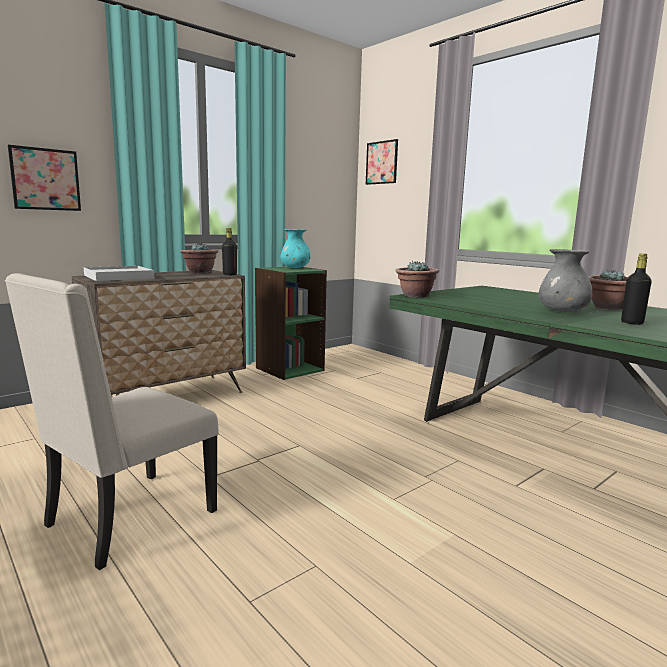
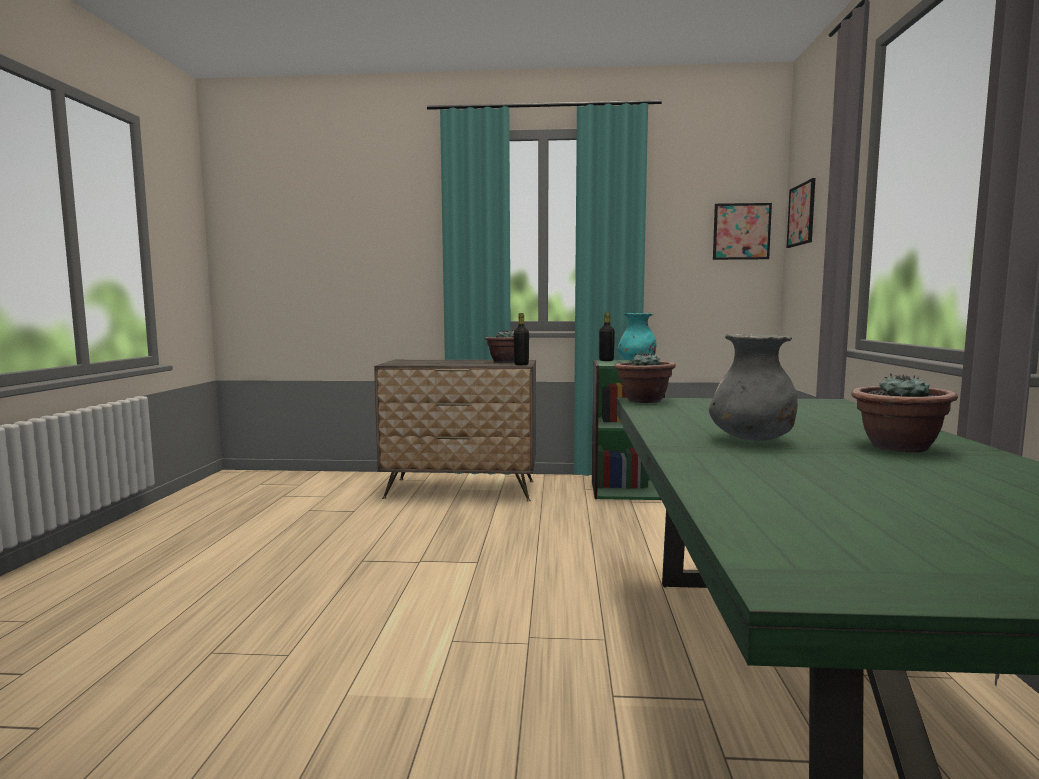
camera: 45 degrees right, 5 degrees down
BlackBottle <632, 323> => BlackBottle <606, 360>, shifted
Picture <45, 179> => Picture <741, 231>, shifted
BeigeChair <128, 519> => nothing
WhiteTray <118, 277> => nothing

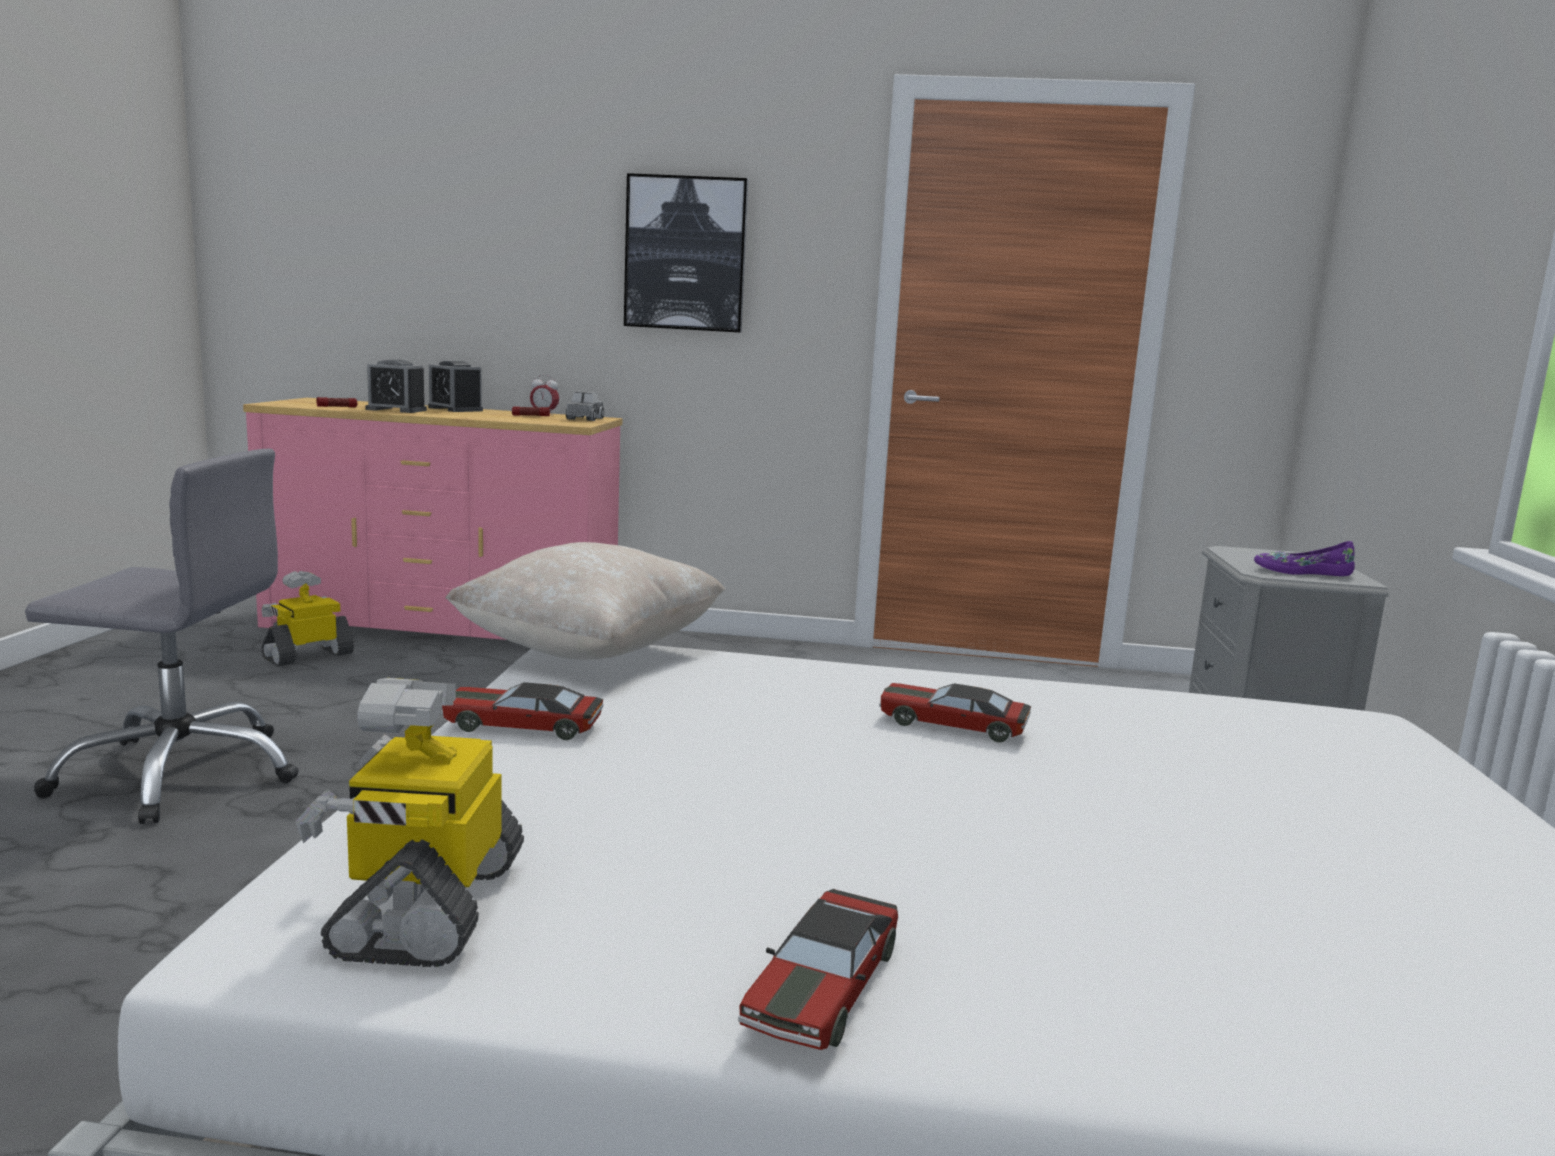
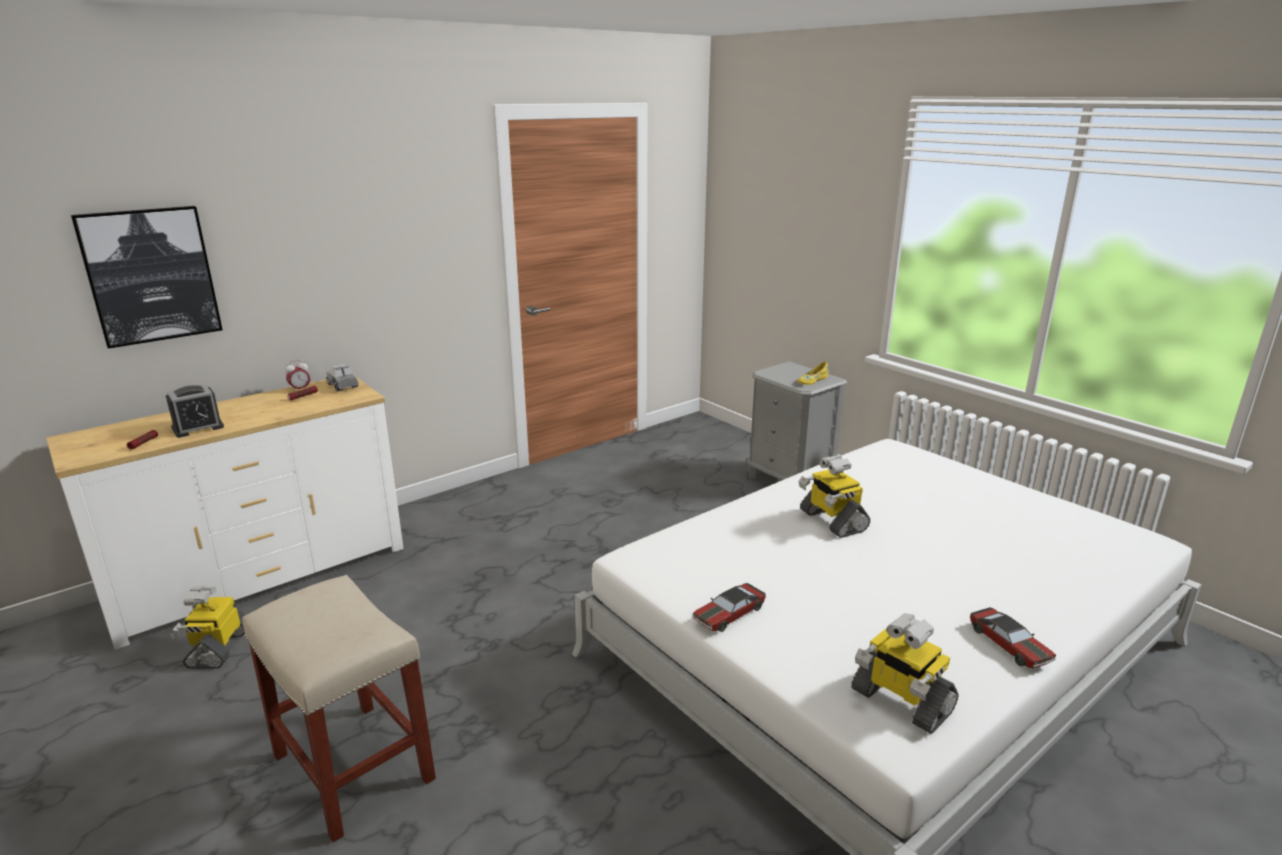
camera: 45 degrees left, 10 degrees up
PinkDresser <443, 628> => WhiteDresser <261, 575>
Picture <686, 254> => Picture <150, 275>, shifted
GreyOfficeChair <180, 773> => BeigeStool <355, 768>
PurpleShoe <1301, 572> => YellowShoe <811, 380>
ToyCar <952, 724> => ToyRobot <831, 520>
AlarmClock <455, 409> => nothing
BeigePillow <590, 651> => nothing

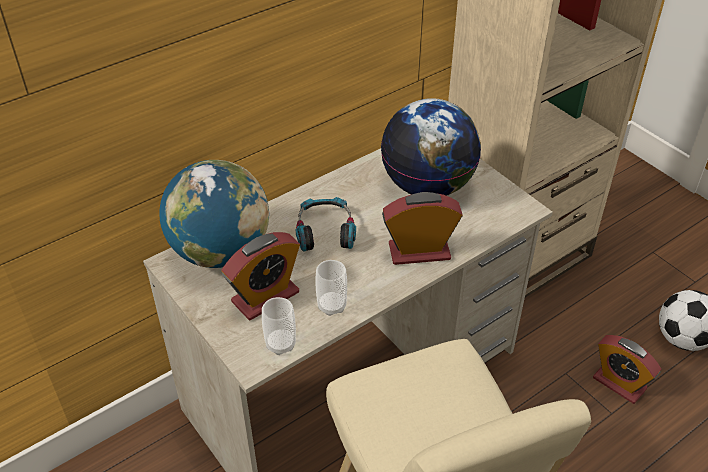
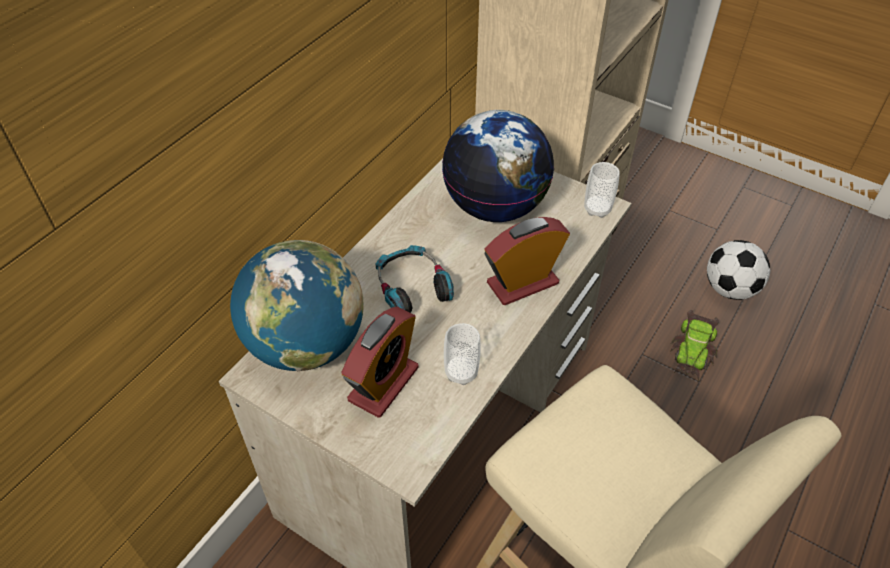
camera: 20 degrees left, 5 degrees up
Cup <280, 344> => Cup <597, 209>, shifted
AlarmClock <619, 383> => ToyCar <693, 349>

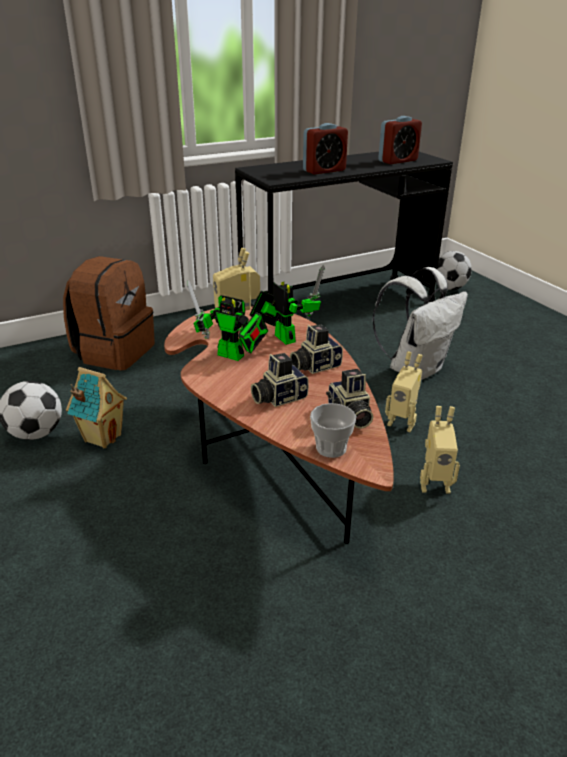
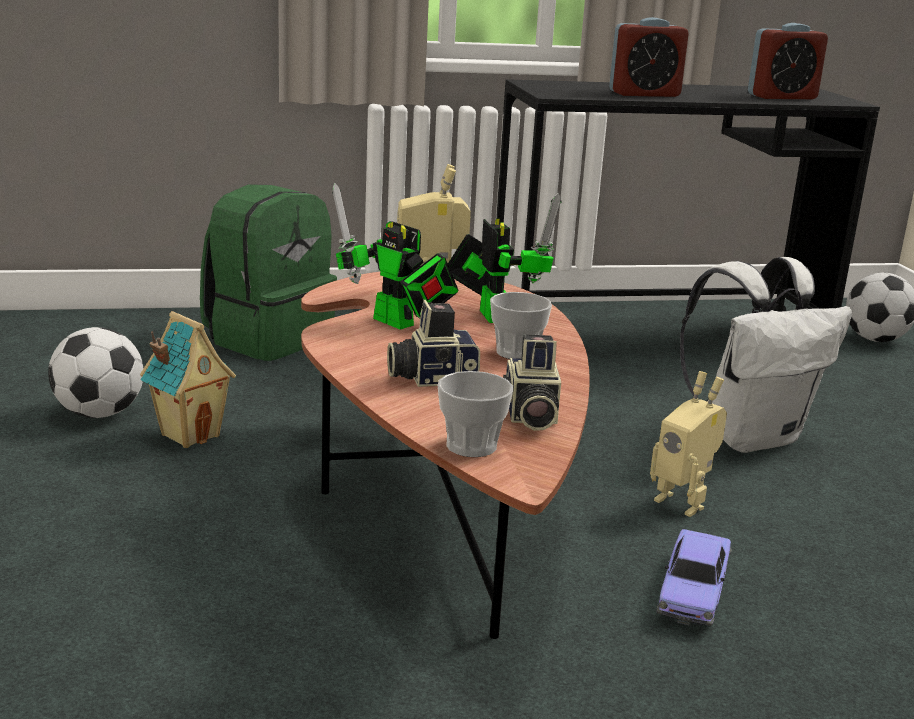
camera: 15 degrees right, 10 degrees down
BrownBackpack <114, 352> => GreenBackpack <268, 338>
PhotoCamera <314, 366> => Cup <516, 352>
ToyRobot <434, 483> => ToyCar <692, 592>

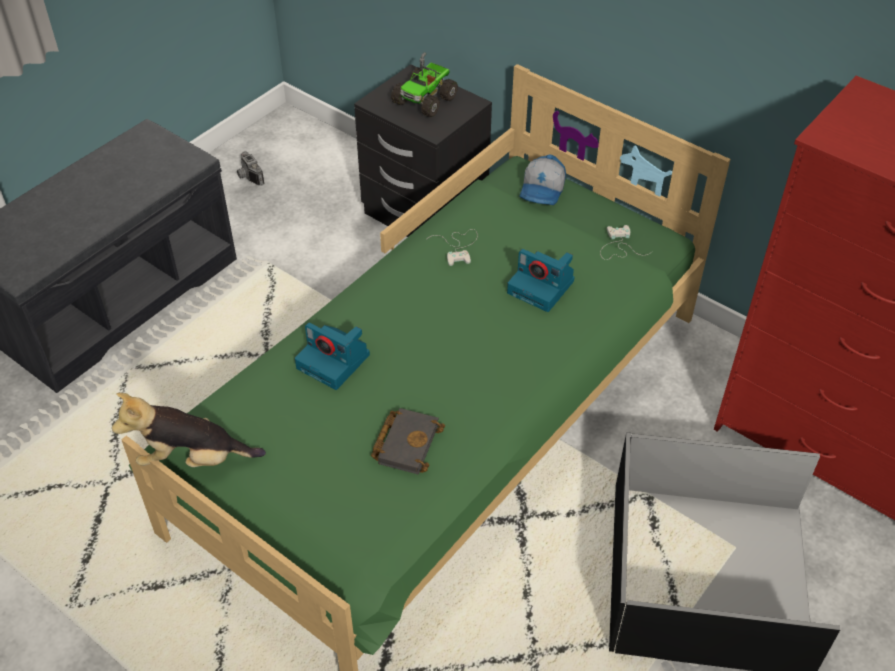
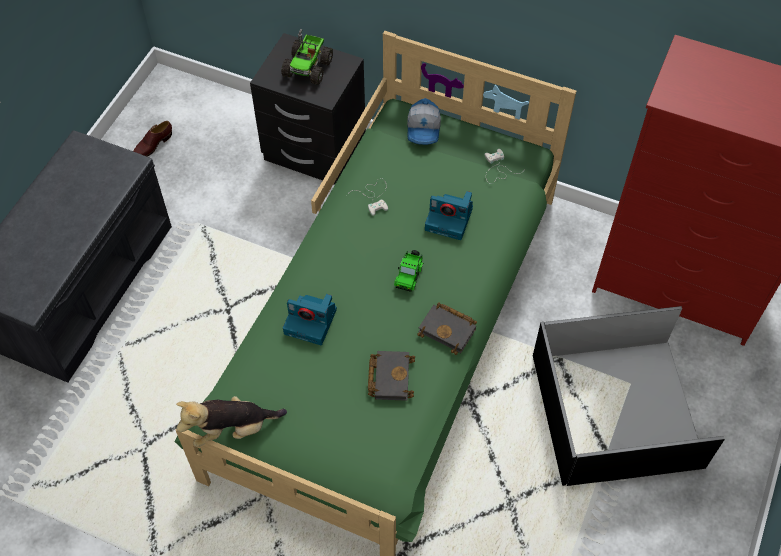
camera: 15 degrees left, 10 degrees up
PhotoCamera <248, 177> => BrownShoe <152, 145>
nothing => ToyCar <409, 275>
nothing => BlackBook <449, 330>

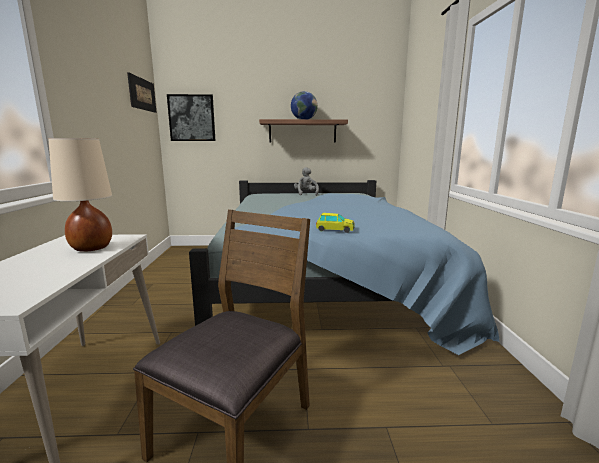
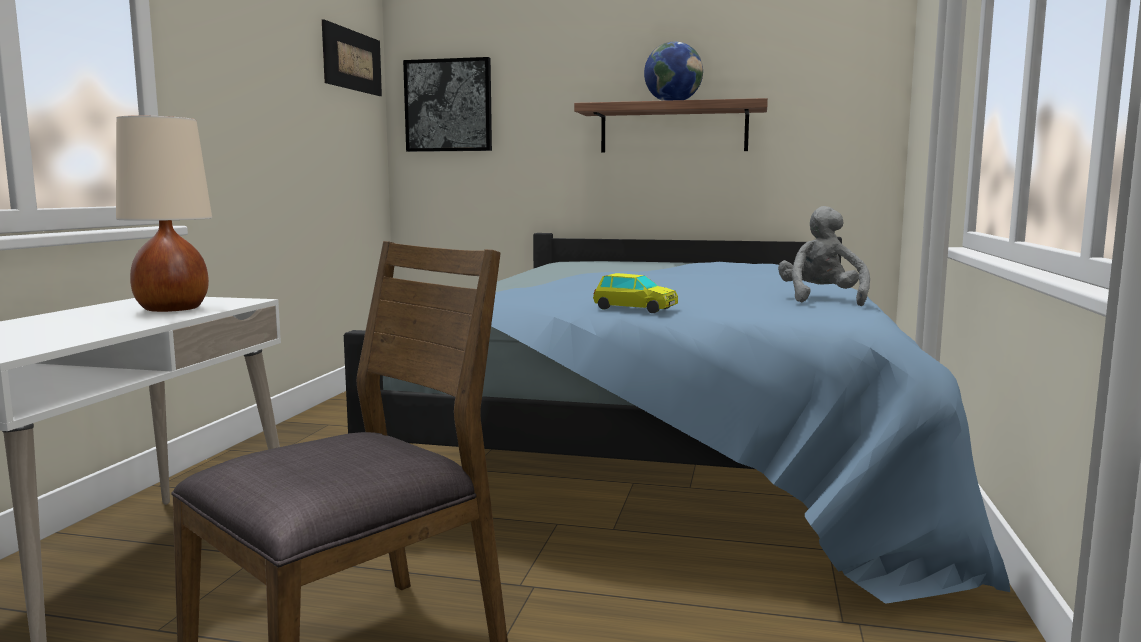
camera: 15 degrees right, 5 degrees down
GreyPlushToy <306, 194> => GreyPlushToy <821, 300>, shifted

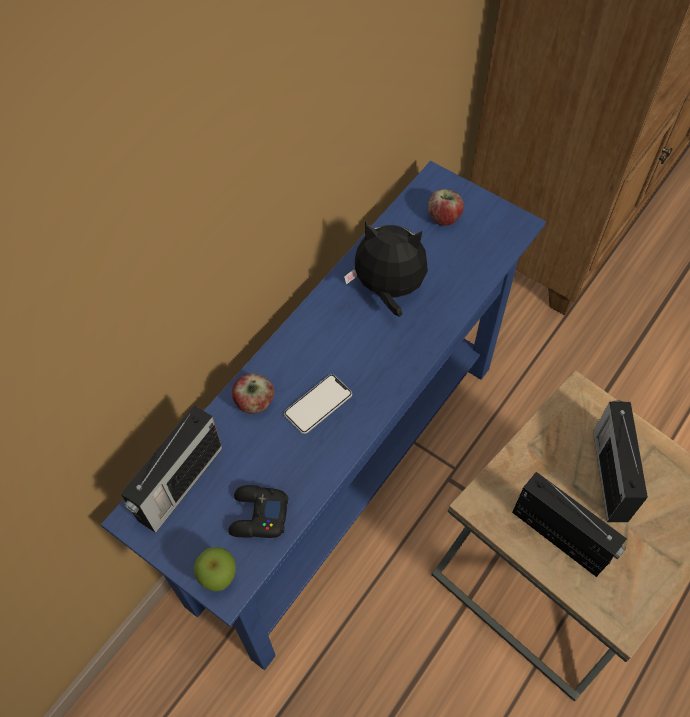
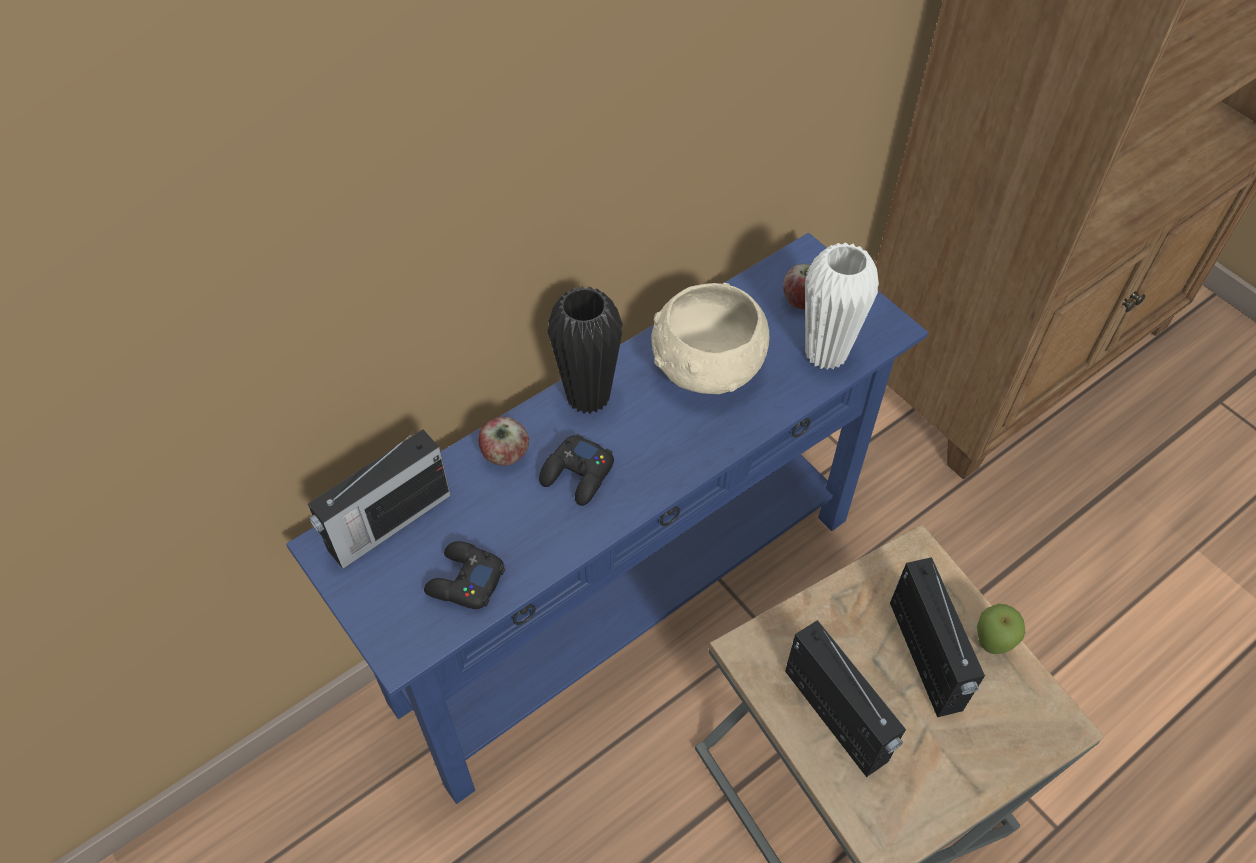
camera: 15 degrees right, 5 degrees down
Phone <318, 404> => BlackGameController <578, 475>
nothing => BlackVase <588, 397>
PlushToy <388, 290> => BeigeBowl <706, 366>
nothing => WhiteVase <826, 354>
Radio <610, 473> => Radio <925, 658>, 150 degrees clockwise
Apple <219, 579> => Apple <990, 644>, shifted

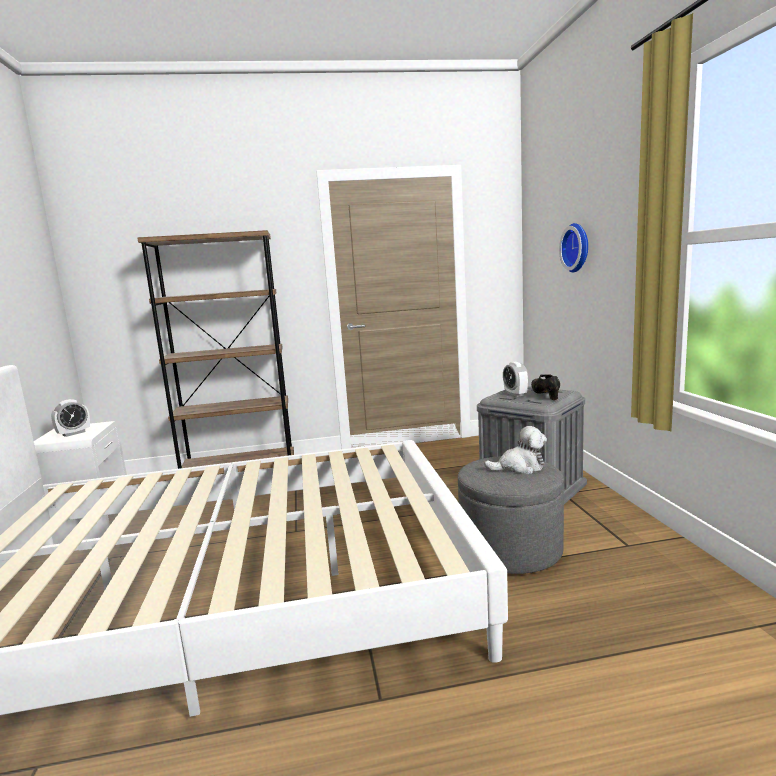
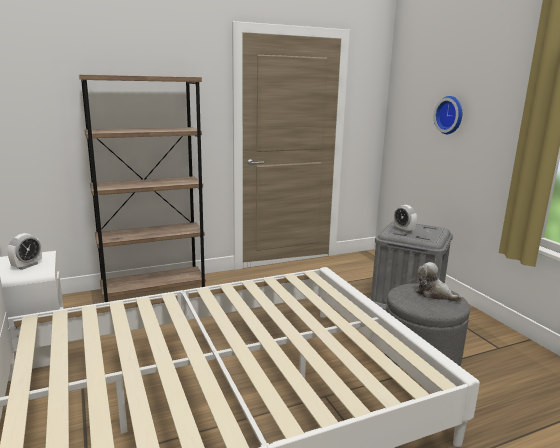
camera: 15 degrees left, 5 degrees up
PlushToy <519, 467> => PlushToy <434, 294>, 120 degrees counterclockwise
BlackShoe <545, 395> => nothing

